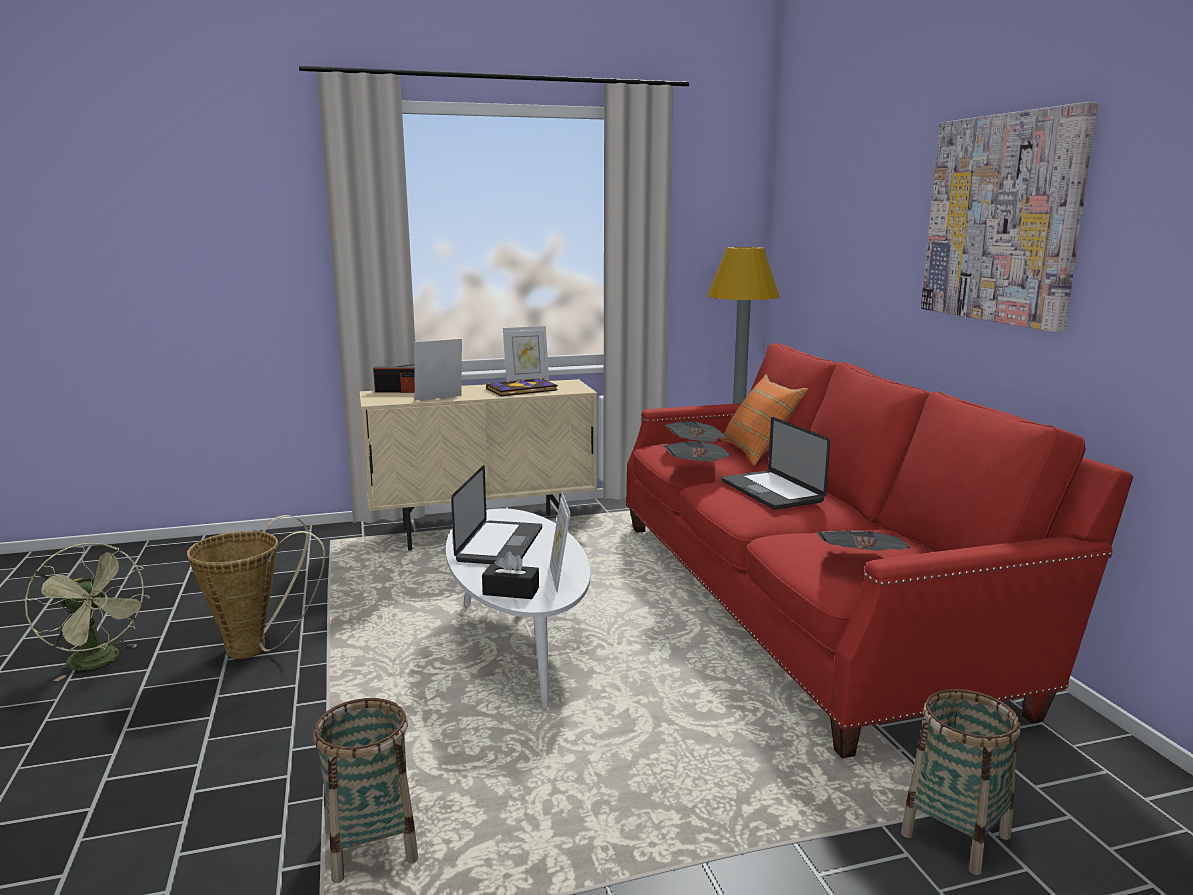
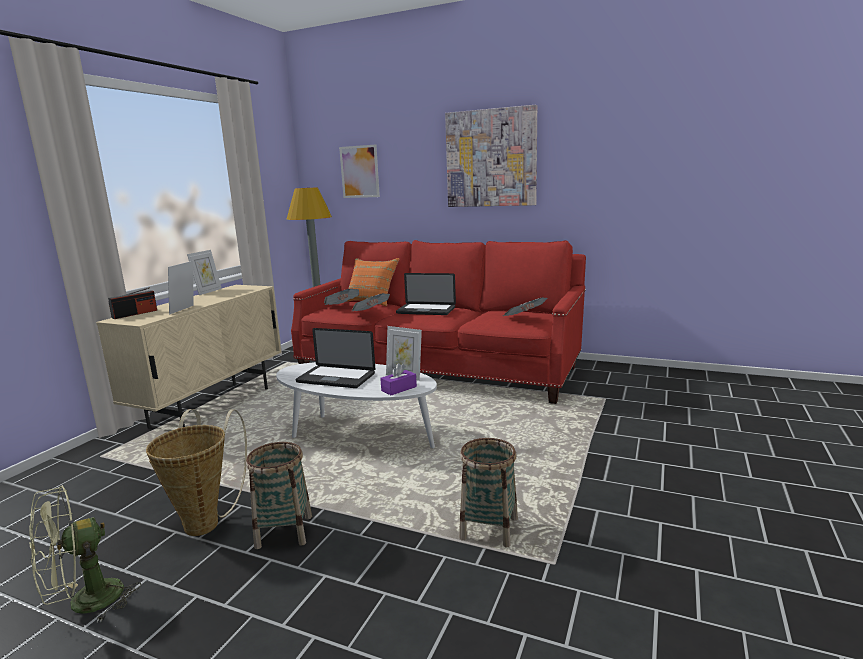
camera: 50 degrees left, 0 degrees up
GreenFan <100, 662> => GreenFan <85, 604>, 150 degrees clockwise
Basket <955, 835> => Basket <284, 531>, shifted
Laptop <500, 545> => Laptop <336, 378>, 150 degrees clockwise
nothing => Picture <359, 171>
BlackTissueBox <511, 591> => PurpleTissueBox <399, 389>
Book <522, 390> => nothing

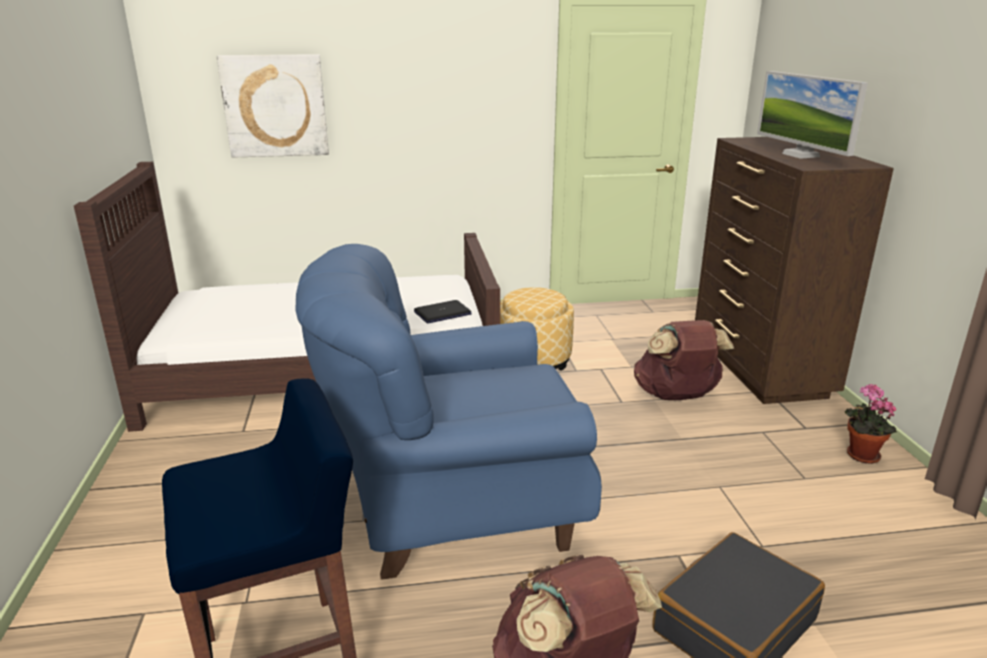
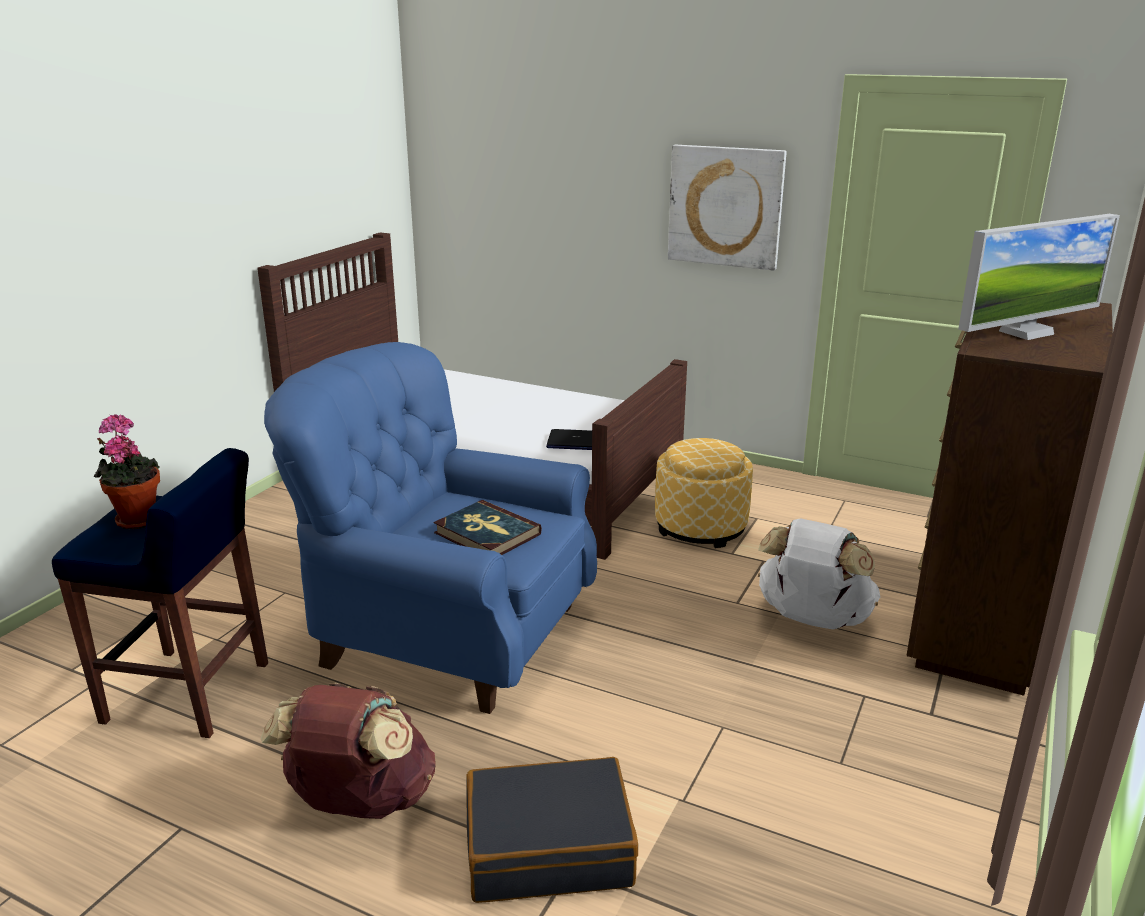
camera: 35 degrees right, 0 degrees up
PottedPlant <859, 455> => PottedPlant <136, 519>, shifted
nothing => Book <487, 534>
Picture <275, 106> => Picture <725, 206>, shifted
BrownBackpack <676, 396> => WhiteBackpack <812, 619>
Monitor <800, 155> => Monitor <1026, 332>, 135 degrees counterclockwise

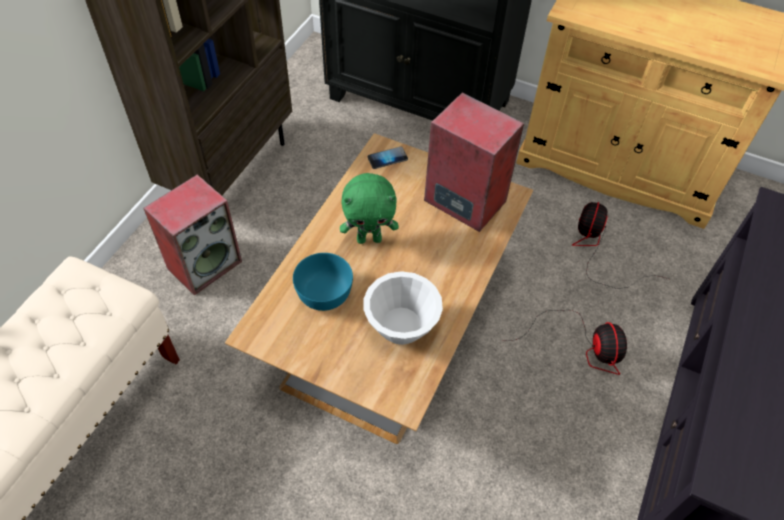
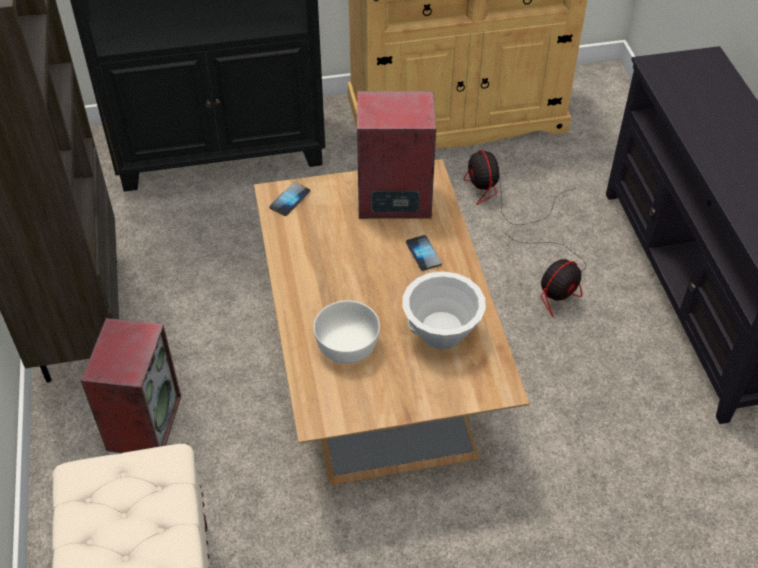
camera: 35 degrees left, 5 degrees down
TurquoiseBowl <323, 293> => WhiteBowl <347, 346>
nothing => Phone <423, 253>
Fan <582, 346> => Fan <555, 283>, 90 degrees clockwise
GreenPlushToy <369, 239> => nothing

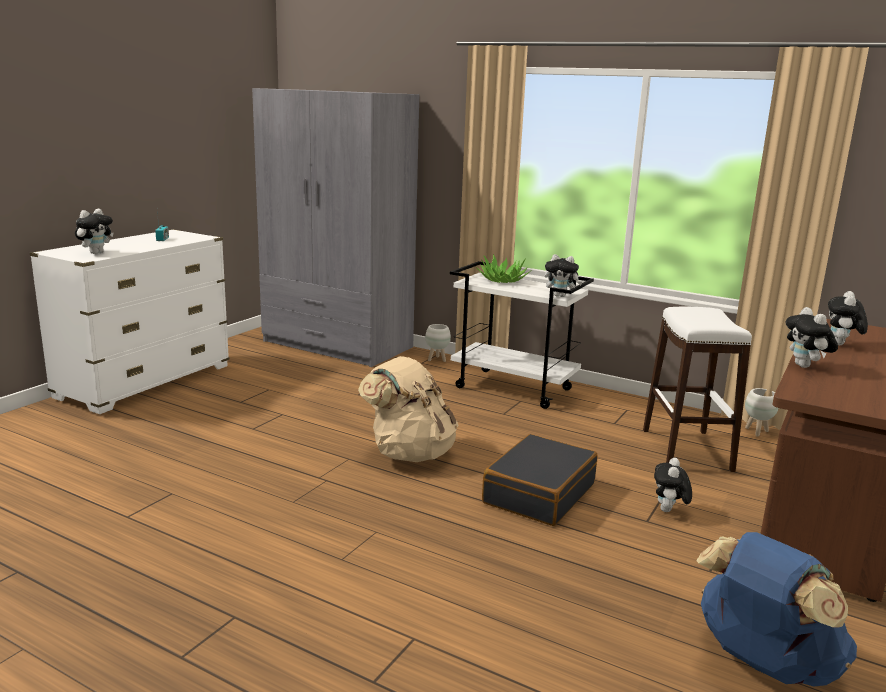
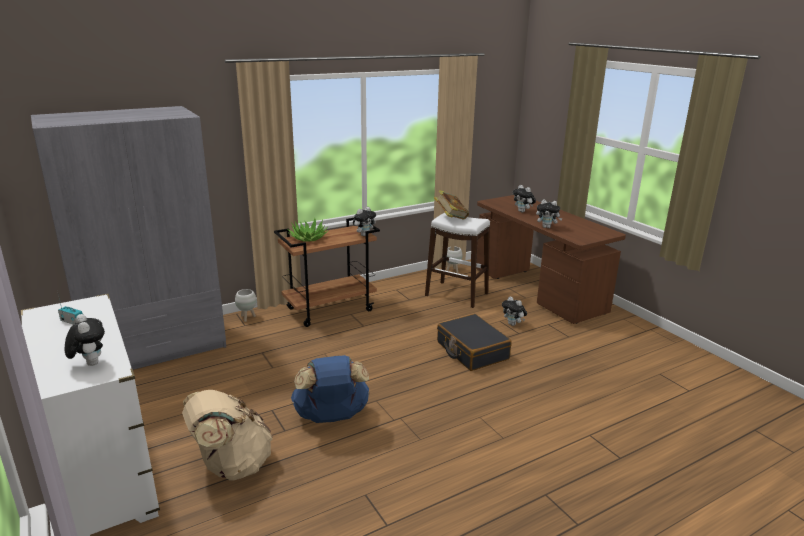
camera: 60 degrees left, 5 degrees up
BeigeBackpack <409, 453> => BeigeBackpack <231, 465>, shifted
WhiteCart <514, 388> => BrownCart <330, 309>
BlueBackpack <763, 663> => BlueBackpack <331, 417>, shifted
nothing => Book <450, 217>

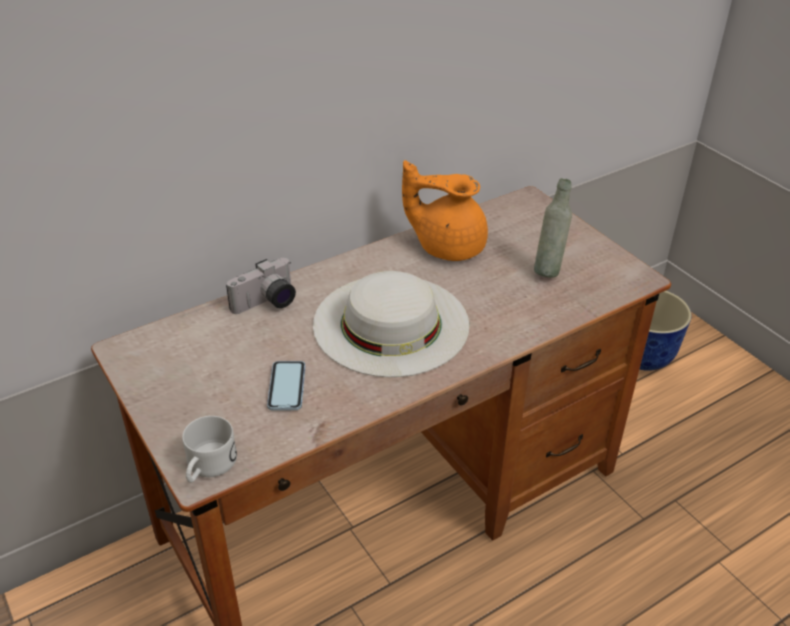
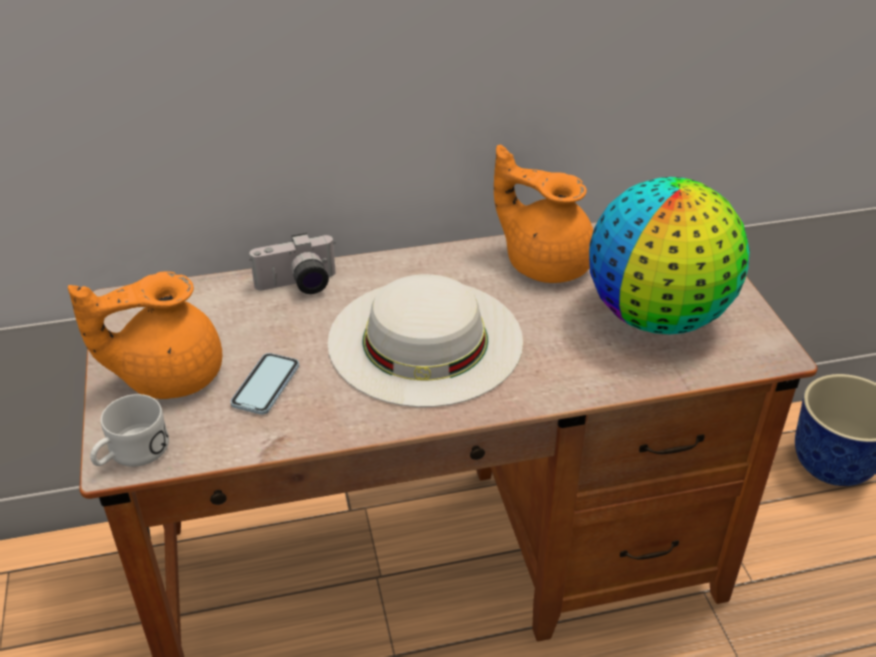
camera: 20 degrees right, 0 degrees up
nothing => OrangeTeapot <168, 375>
GreyBottle <548, 269> => Globe <657, 317>

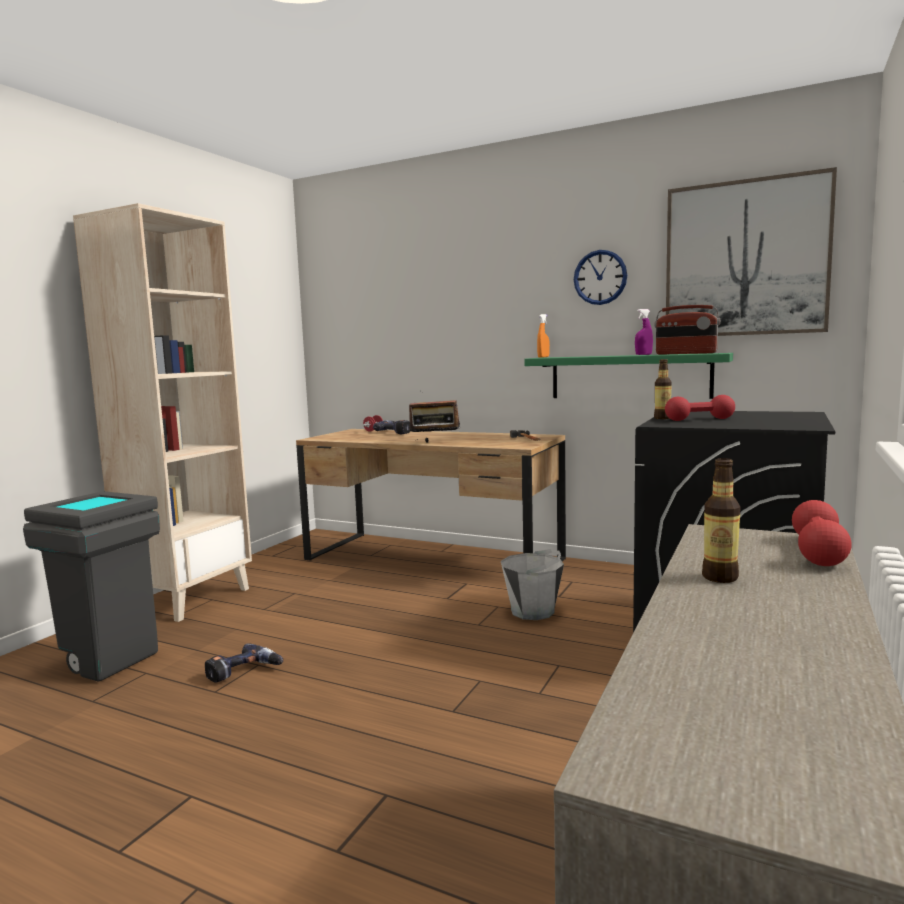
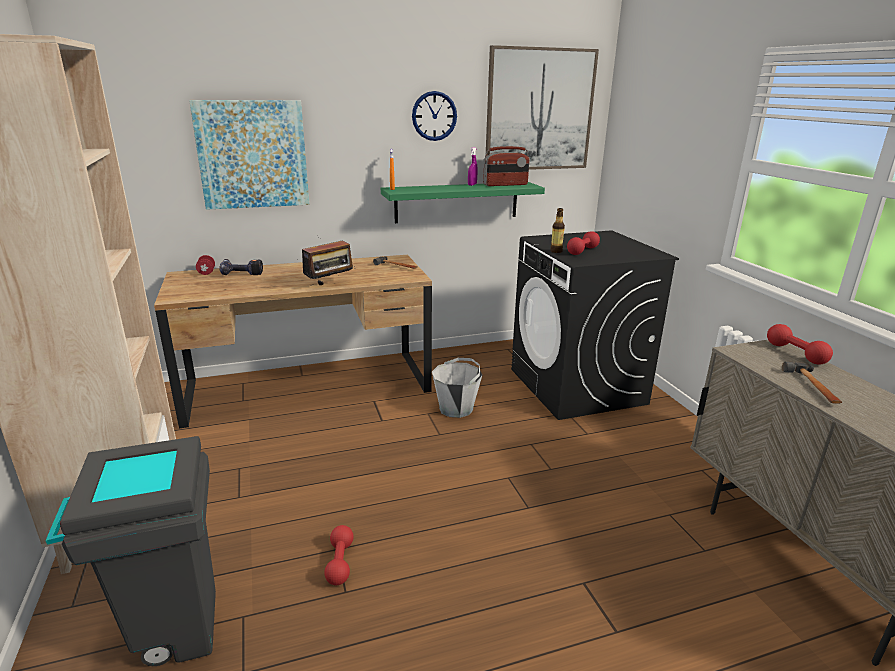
camera: 45 degrees left, 15 degrees up
nothing => Picture <252, 154>
PowerDrill <244, 673> => RedDumbbell <340, 563>
Bottle <720, 577> => Hammer <812, 387>

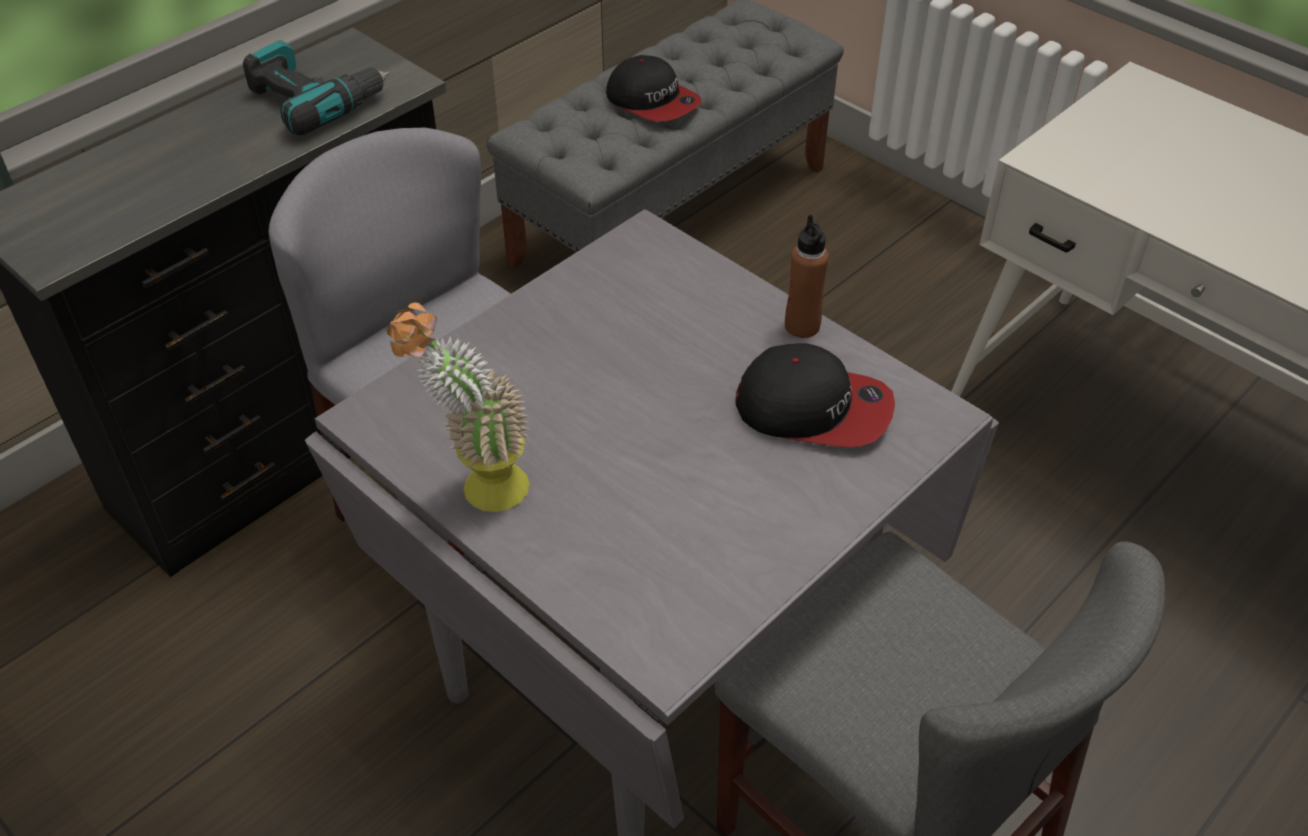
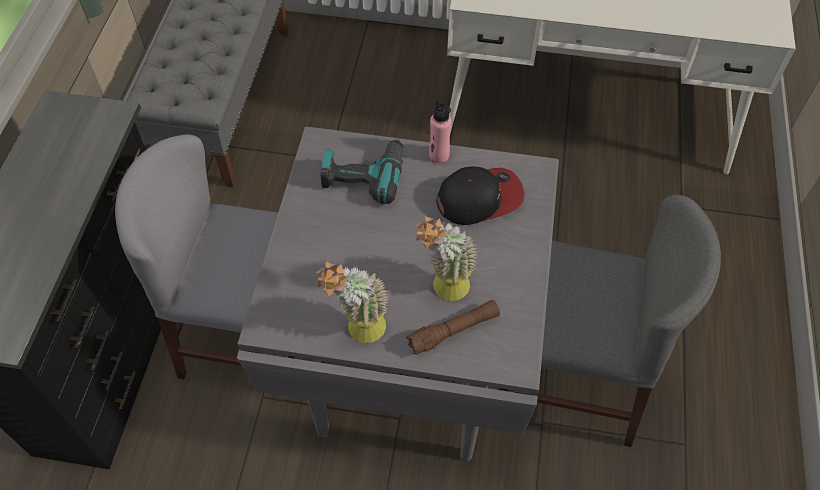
camera: 35 degrees left, 10 degrees up
PowerDrill <315, 100> => PowerDrill <363, 174>, shifted
nothing => BrownFlashlight <453, 331>
nothing => PottedPlant <444, 290>
BrownBottle <802, 326> => PinkBottle <439, 155>
Cap <653, 101> => nothing

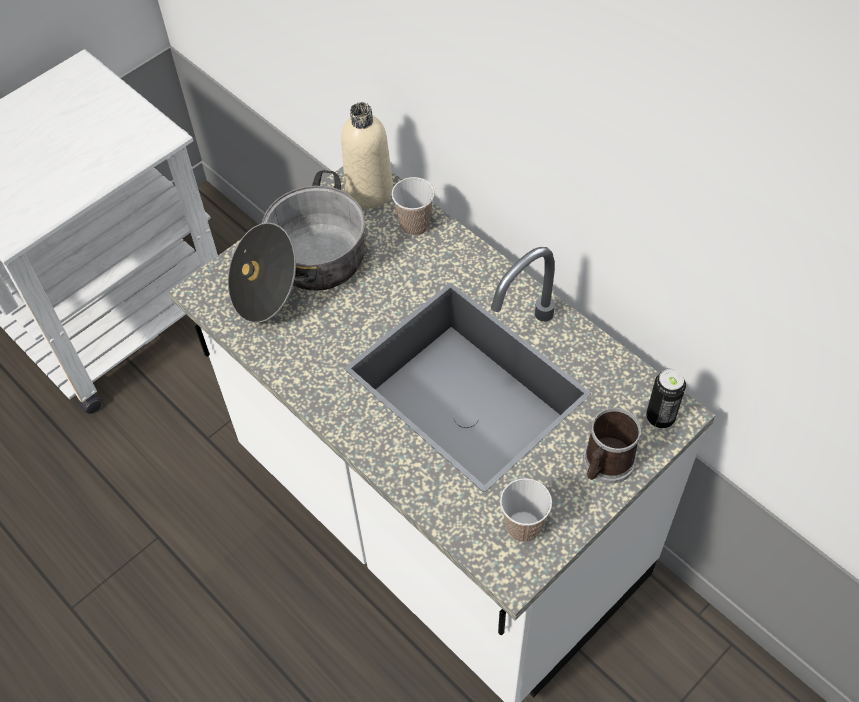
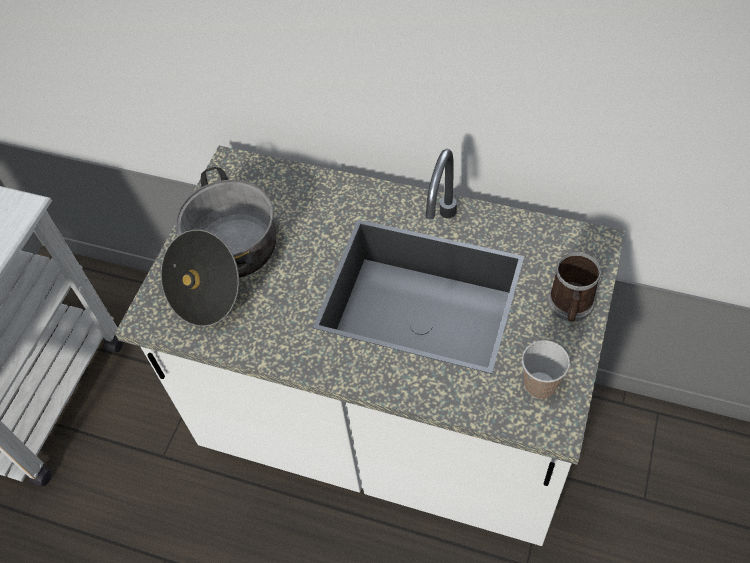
camera: 25 degrees left, 0 degrees up
BeigeBottle <369, 191> => nothing
Cup <414, 225> => nothing
Can <660, 417> => nothing

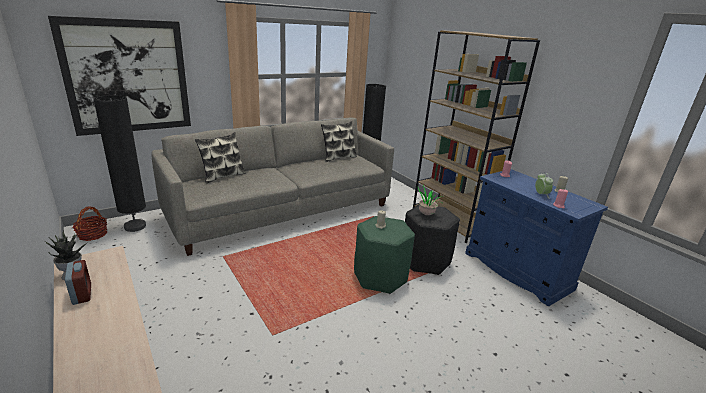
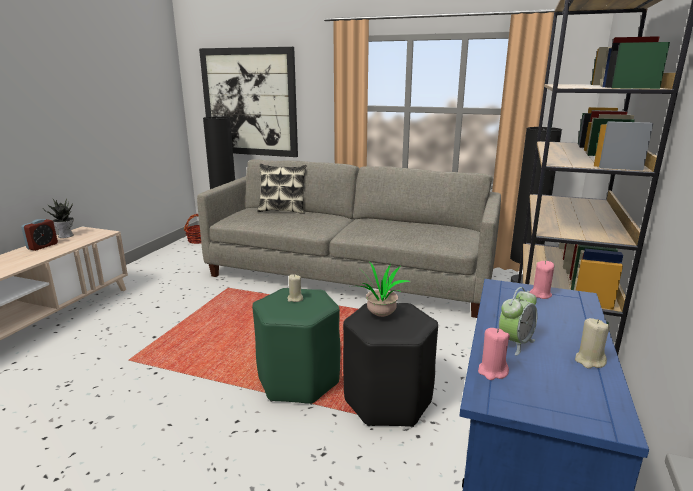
camera: 55 degrees right, 5 degrees down
Pillow <338, 157> => nothing

